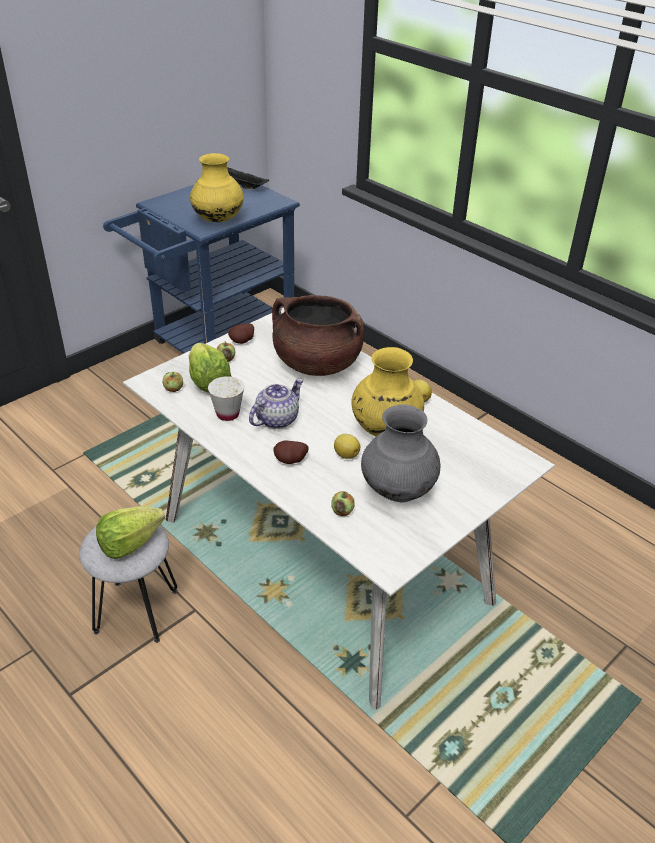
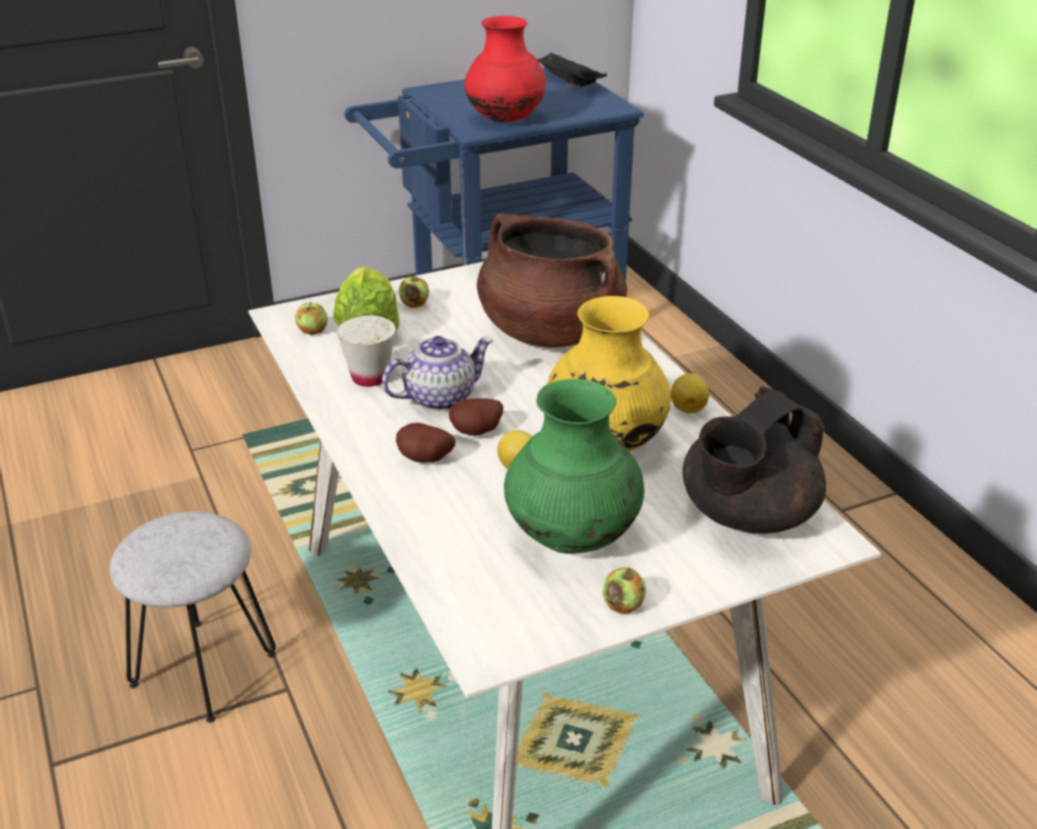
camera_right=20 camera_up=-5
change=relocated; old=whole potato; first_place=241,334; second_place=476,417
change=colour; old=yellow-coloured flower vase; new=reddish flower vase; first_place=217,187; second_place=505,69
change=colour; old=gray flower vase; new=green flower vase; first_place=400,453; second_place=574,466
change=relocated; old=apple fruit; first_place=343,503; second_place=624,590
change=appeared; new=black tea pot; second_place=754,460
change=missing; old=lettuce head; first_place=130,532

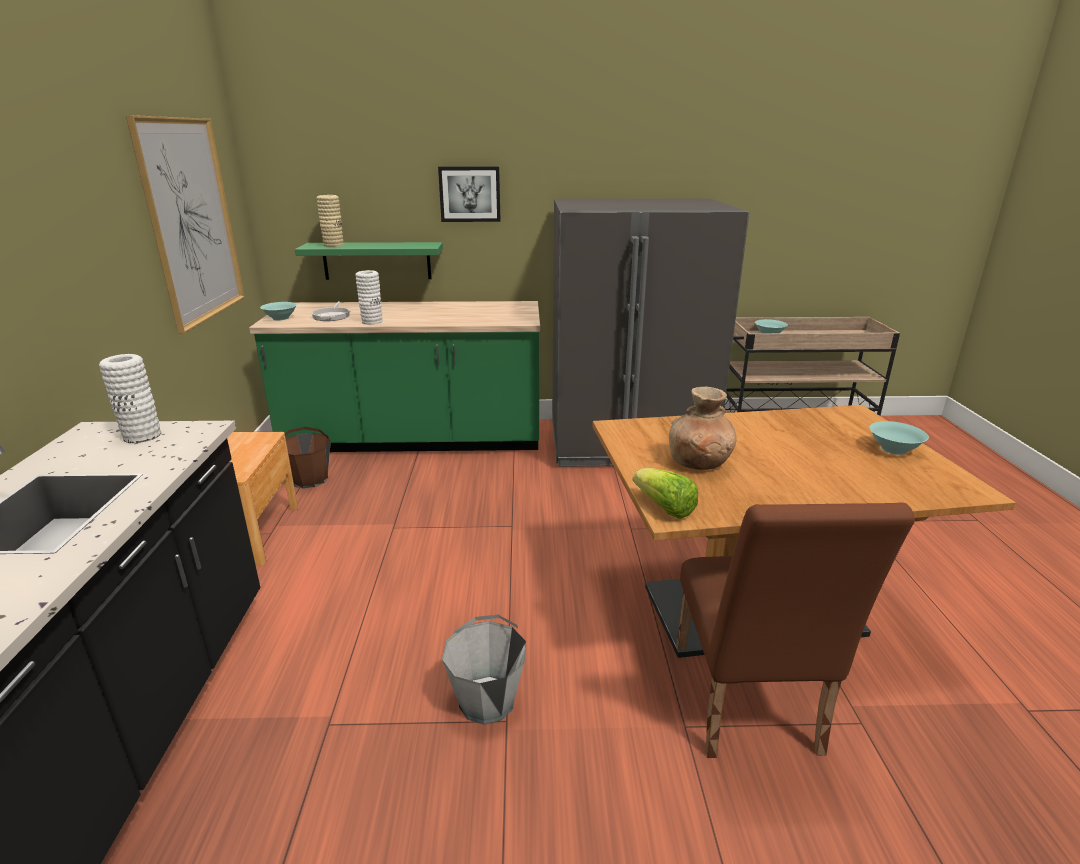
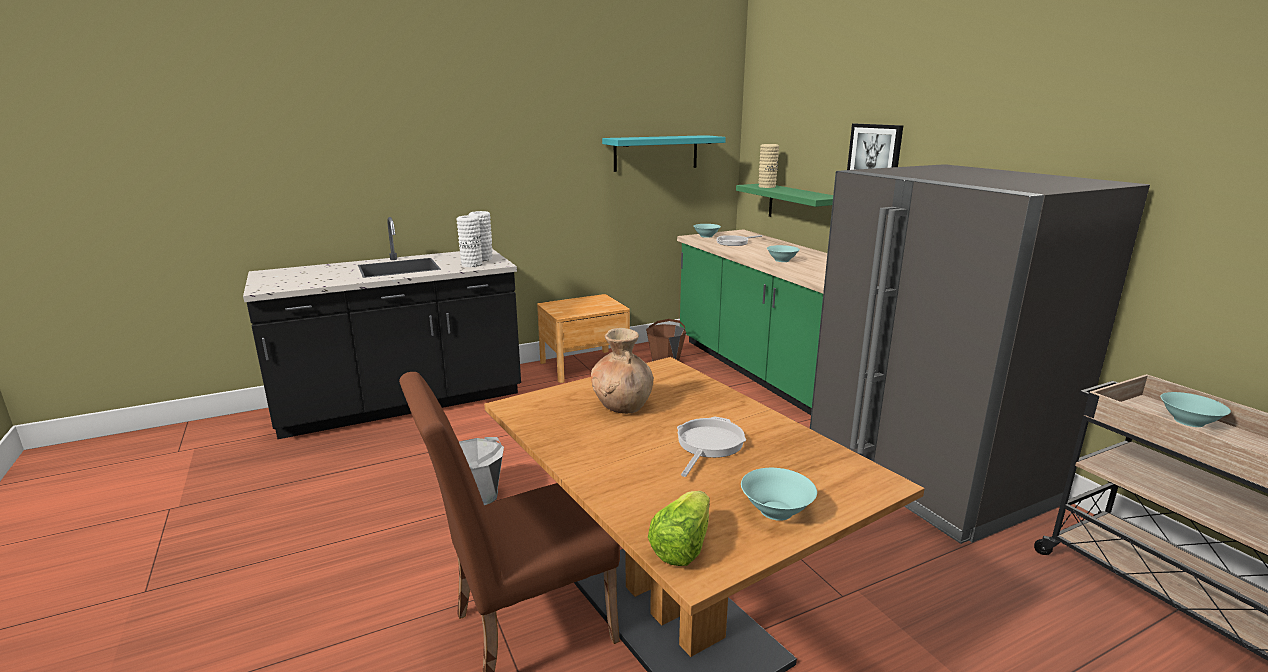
camera_right=65 camera_up=-5
change=relocated; old=whitish flower vase; first_place=369,297; second_place=469,241
change=exchanged; old=wall art; new=turquoise wall shelf; first_place=185,224; second_place=664,153
change=relocated; old=lettuce head; first_place=665,493; second_place=679,528
change=appeared; new=frying pan; second_place=711,447
change=appeared; new=turquoise serving bowl; second_place=783,253

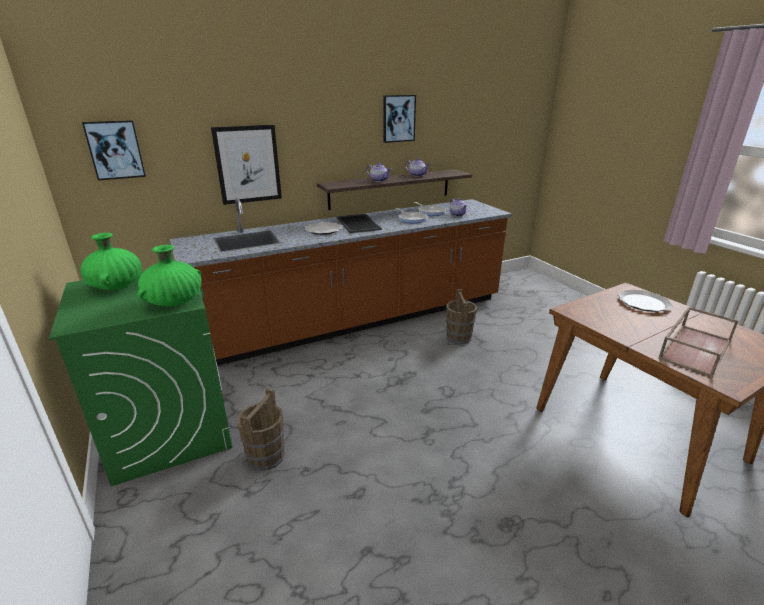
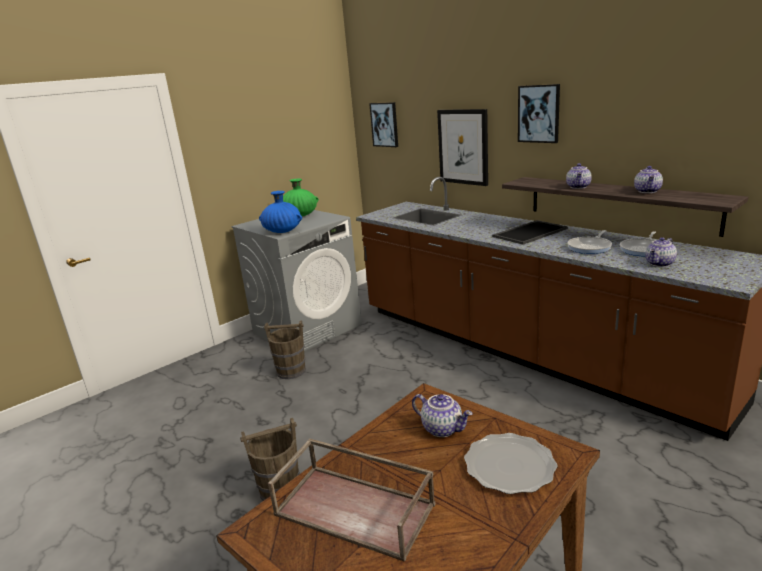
camera_right=75 camera_up=-5
change=colour; old=green washing machine; new=gray washing machine; first_place=141,375; second_place=296,281
change=relocated; old=brown water bucket; first_place=461,316; second_place=270,459
change=colour; old=green flower vase; new=blue-coloured flower vase; first_place=169,276; second_place=280,212
change=appeared; new=tea pot; second_place=442,415
change=relocated; old=wall art; first_place=399,119; second_place=539,113
change=missing; old=flat dish; first_place=323,228

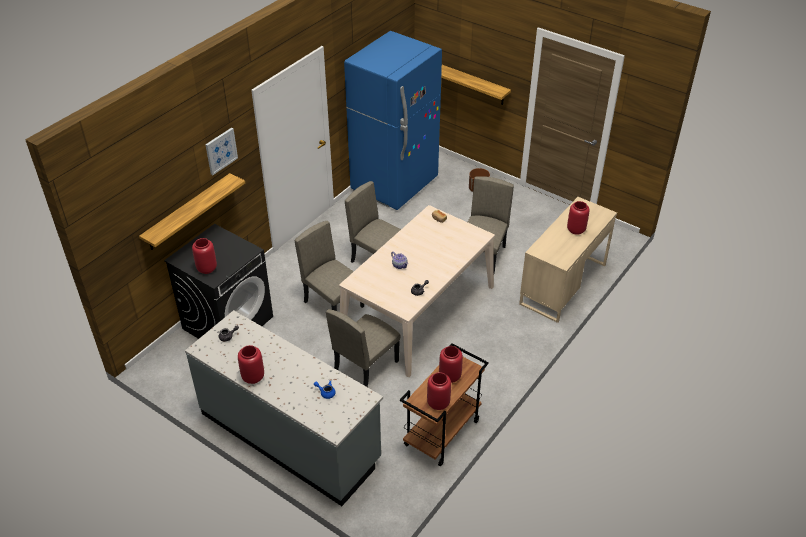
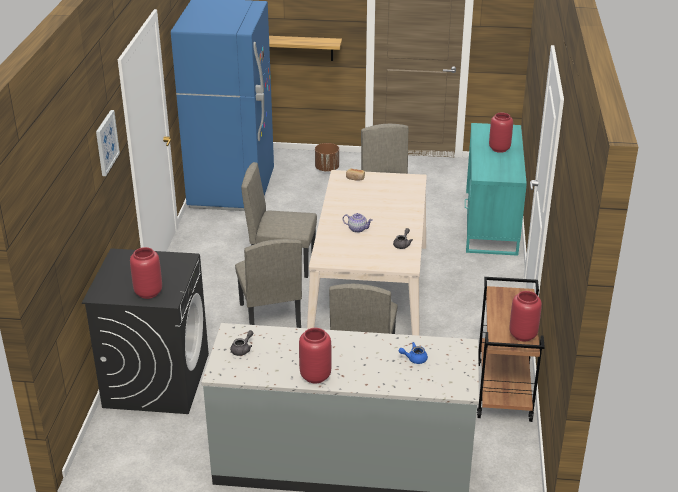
camera_right=-30 camera_up=-10
change=spun; old=sand-coloured upright chair; first_place=329,266; second_place=268,283; degrees=-120
change=colour; old=sand-coloured desk table; new=turquoise desk table; first_place=568,260; second_place=496,189
change=missing; old=wall shelf; first_place=192,211
change=missing; old=reddish flower vase; first_place=451,364

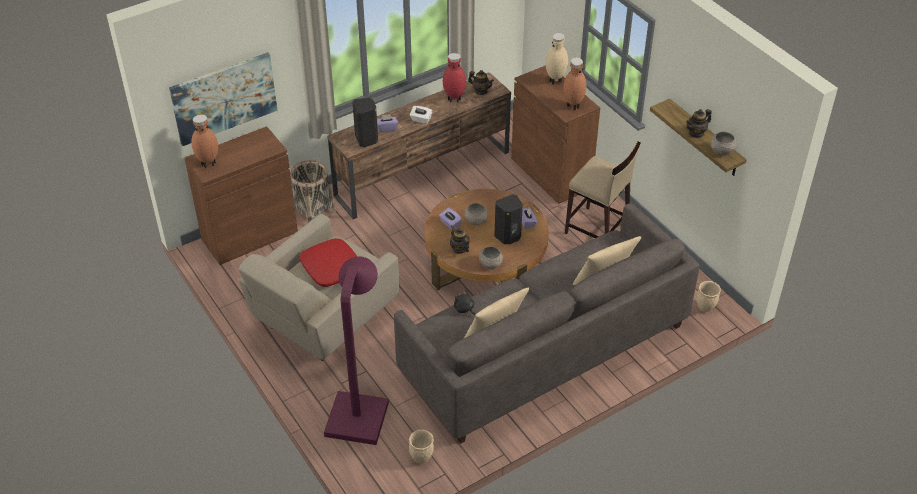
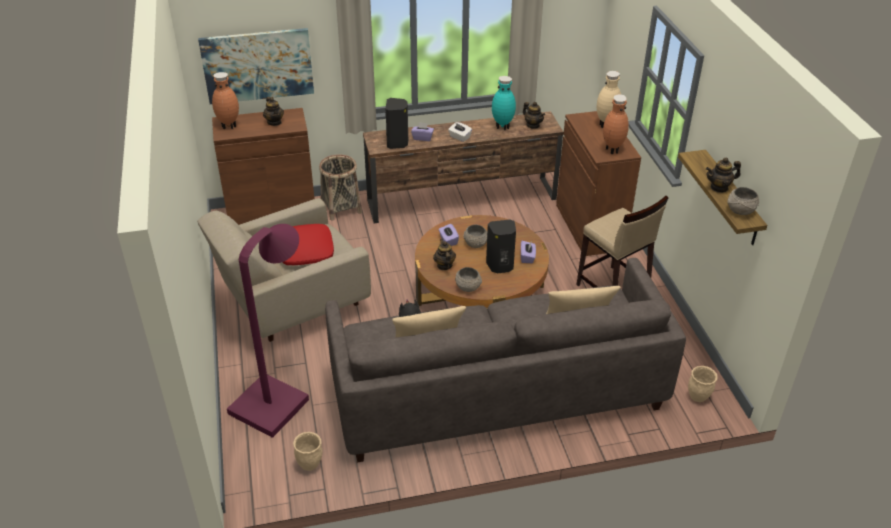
camera_right=20 camera_up=-5
change=appeared; new=tea pot; second_place=273,111
change=colour; old=reddish flower vase; new=turquoise flower vase; first_place=454,78; second_place=504,103

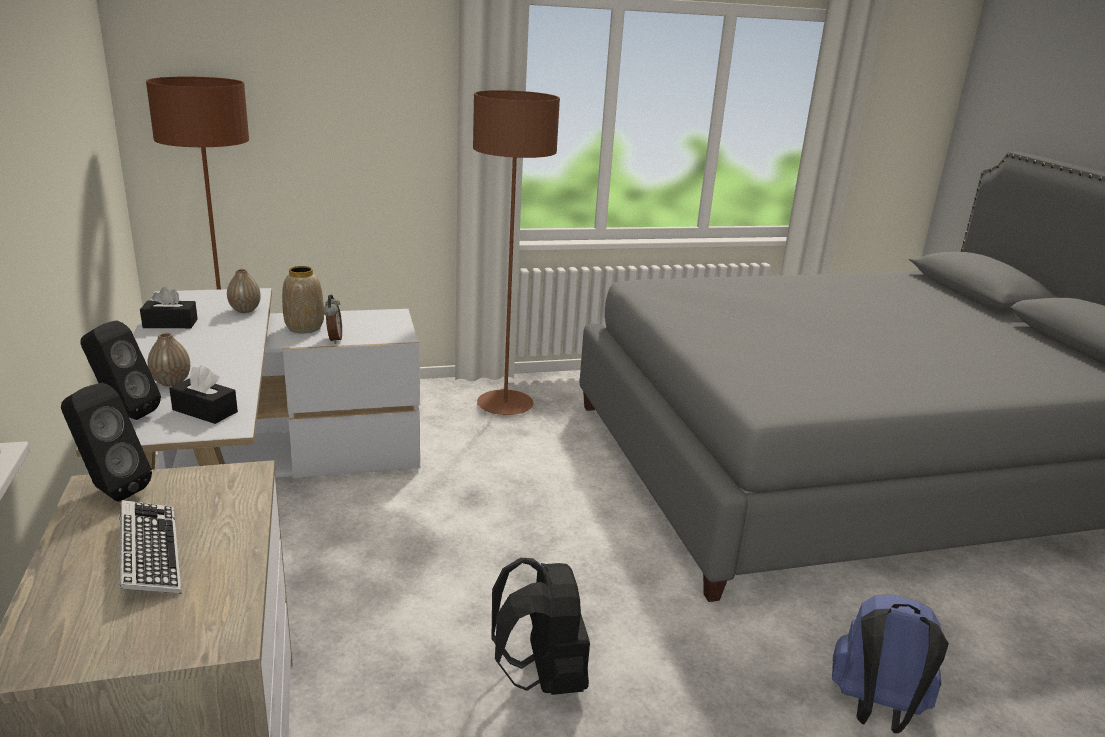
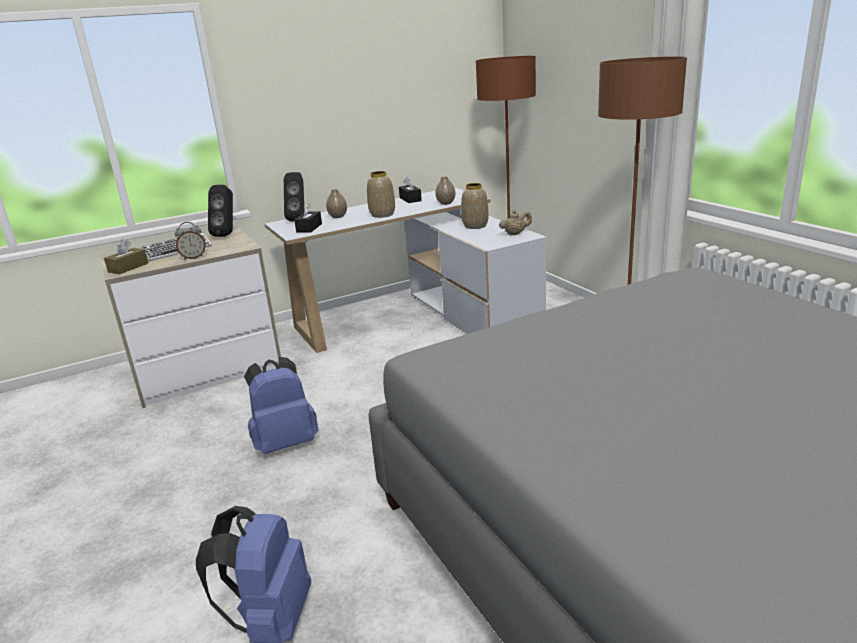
camera_right=80 camera_up=0
change=appeared; new=brown tissue box; second_place=126,257
change=relocated; old=table clock; first_place=332,319; second_place=190,241
change=colour; old=black rucksack; new=blue-coloured rucksack; first_place=540,626; second_place=281,405
change=appeared; new=flower vase; second_place=381,194
change=appeared; new=sand-coloured tea pot; second_place=515,222

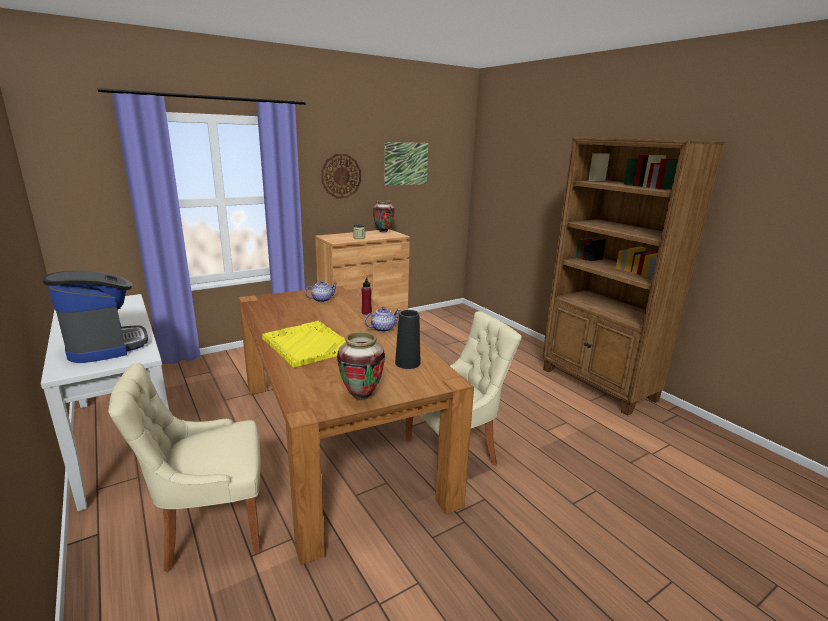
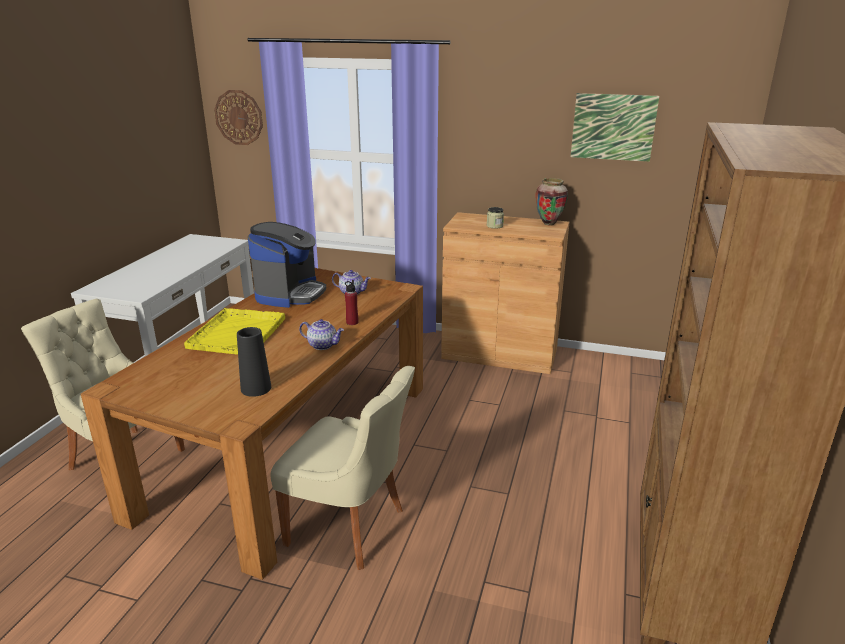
camera_right=50 camera_up=5
change=relocated; old=clock on the wall; first_place=341,176; second_place=238,117
change=relocated; old=coffee brewer; first_place=95,317; second_place=287,265
change=missing; old=flower vase; first_place=361,366

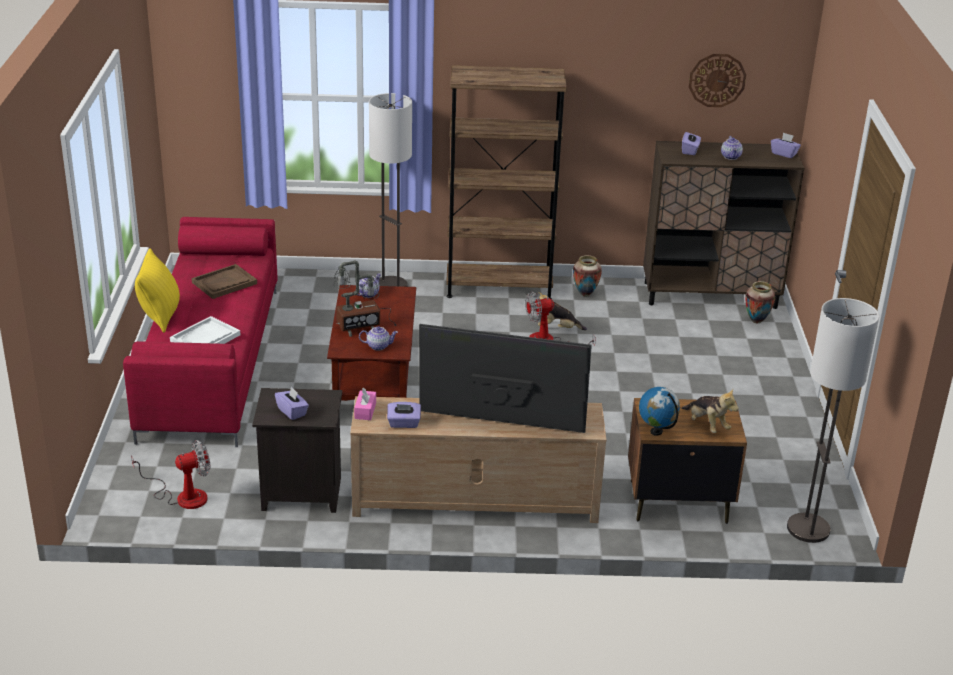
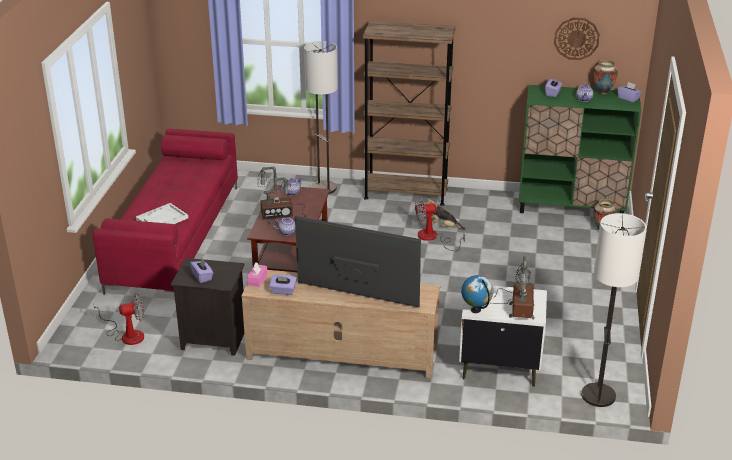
camera_right=10 camera_up=0
change=colour; old=brown nightstand; new=whitish nightstand; first_place=687,461; second_place=503,336
change=exchanged; old=cuddly toy; new=lamp for a table; first_place=710,411; second_place=512,287
change=colour; old=brown cabinet; new=green cabinet; first_place=723,225; second_place=580,149
change=relocated; old=flower vase; first_place=587,276; second_place=606,77
change=missing; old=yellow-coloured pillow; first_place=157,290
change=missing; old=brown serving tray; first_place=224,281

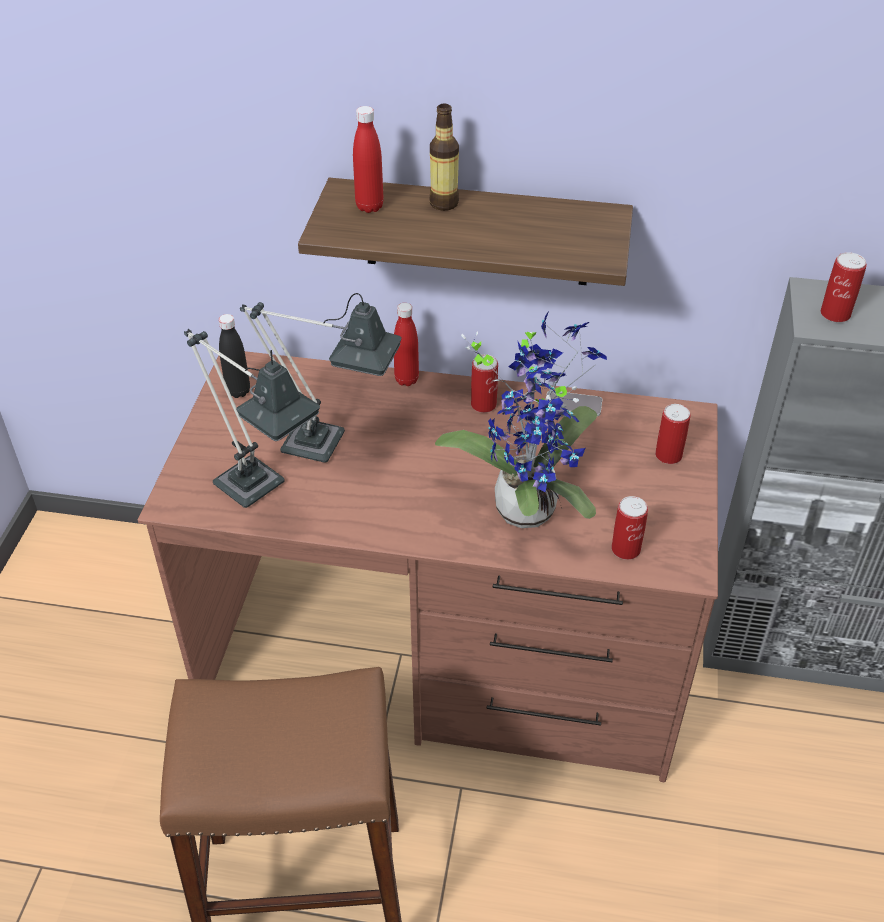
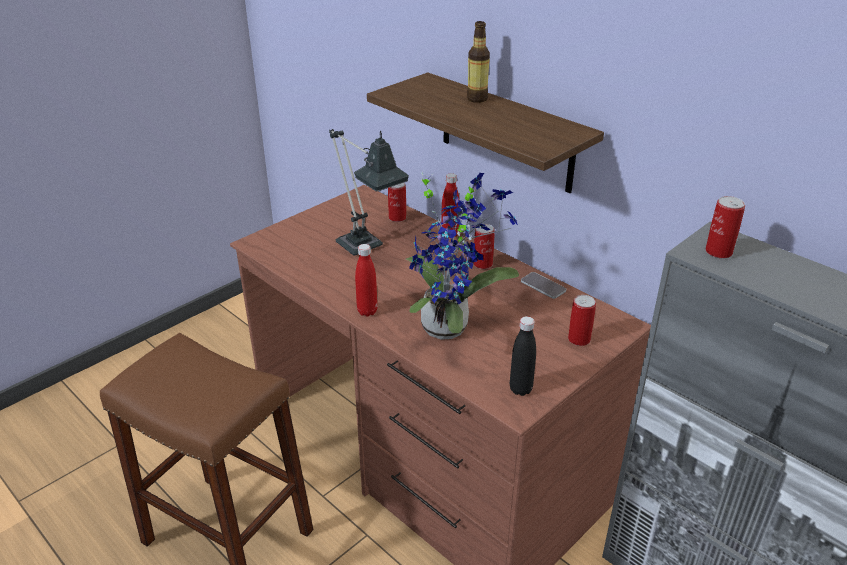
camera_right=35 camera_up=-10
change=relocated; old=reddish beverage bottle; first_place=368,159; second_place=366,280
change=relocated; old=metal can; first_place=629,528; second_place=397,202
change=relocated; old=black beverage bottle; first_place=234,356; second_place=523,356
change=missing; old=lamp for a table; first_place=252,418

